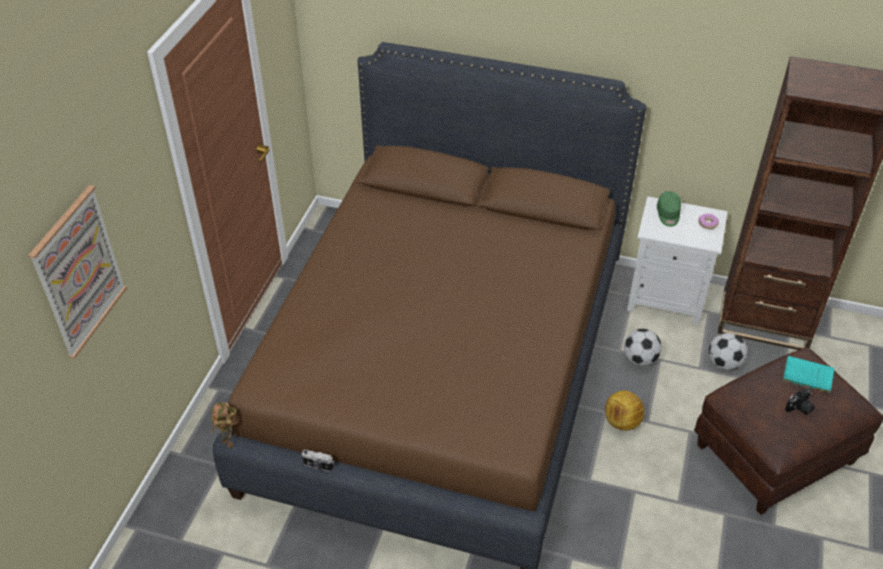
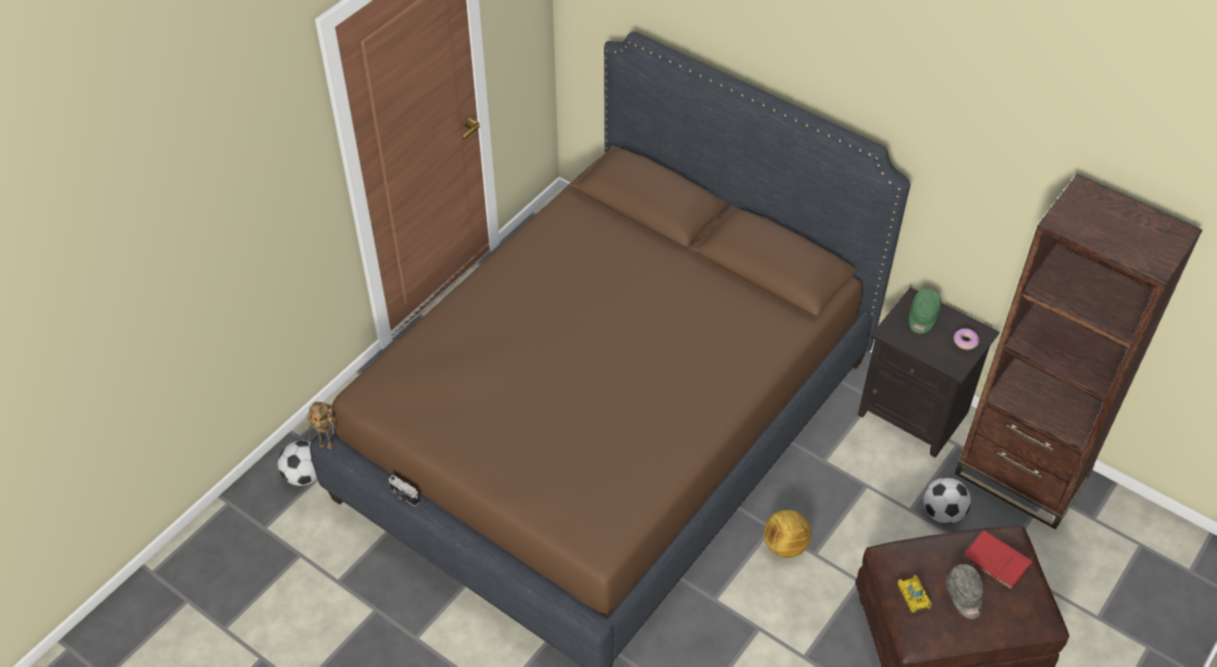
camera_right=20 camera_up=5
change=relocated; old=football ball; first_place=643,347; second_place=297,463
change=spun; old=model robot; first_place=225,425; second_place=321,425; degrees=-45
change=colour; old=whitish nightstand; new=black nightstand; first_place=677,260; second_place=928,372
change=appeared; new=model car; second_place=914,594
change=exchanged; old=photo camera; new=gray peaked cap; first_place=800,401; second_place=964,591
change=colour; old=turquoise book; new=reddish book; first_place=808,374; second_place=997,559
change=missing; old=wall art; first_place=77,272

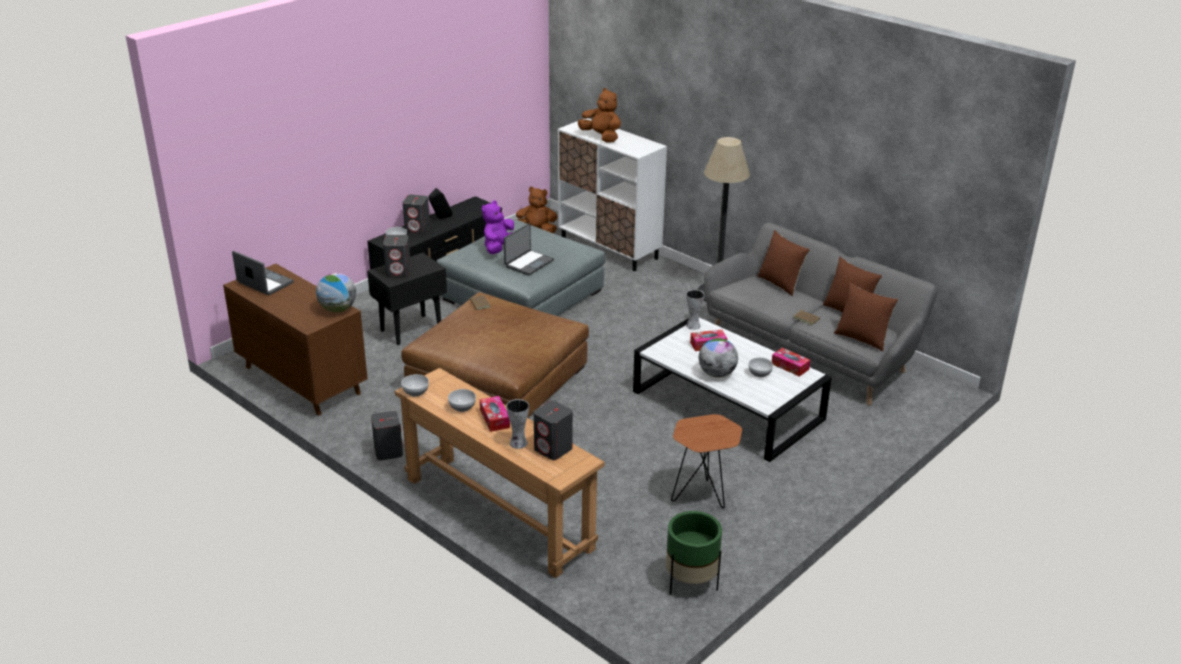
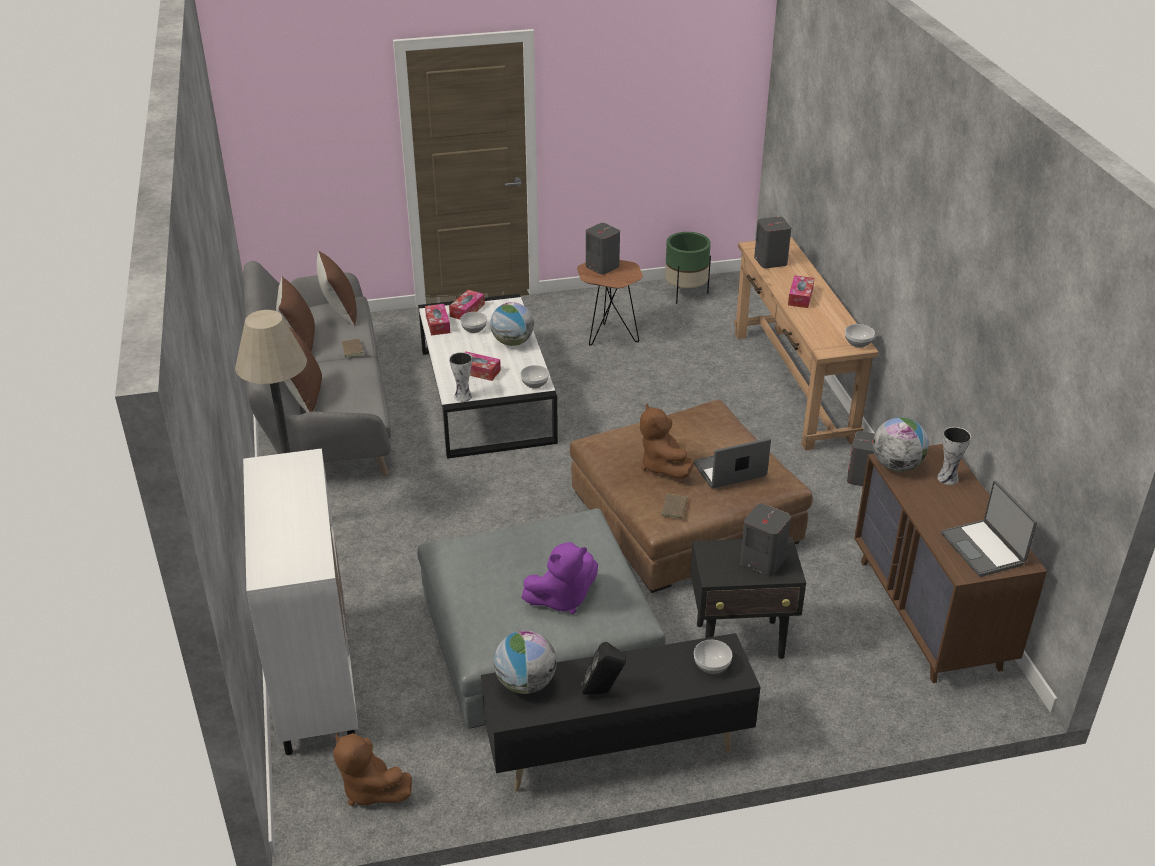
camera_right=-145 camera_up=5
change=appeared; new=tissue box; second_place=467,304
change=appeared; new=world globe; second_place=525,662
change=relocated; old=serving bowl; first_place=462,400; second_place=534,376
change=relocated; old=gray audio speaker; first_place=416,214; second_place=603,248
change=relocated; old=brown cuddly toy; first_place=599,115; second_place=667,441
change=relocated; old=portable computer; first_place=529,249; second_place=732,463
change=relocated; old=flower vase; first_place=517,424; second_place=954,456

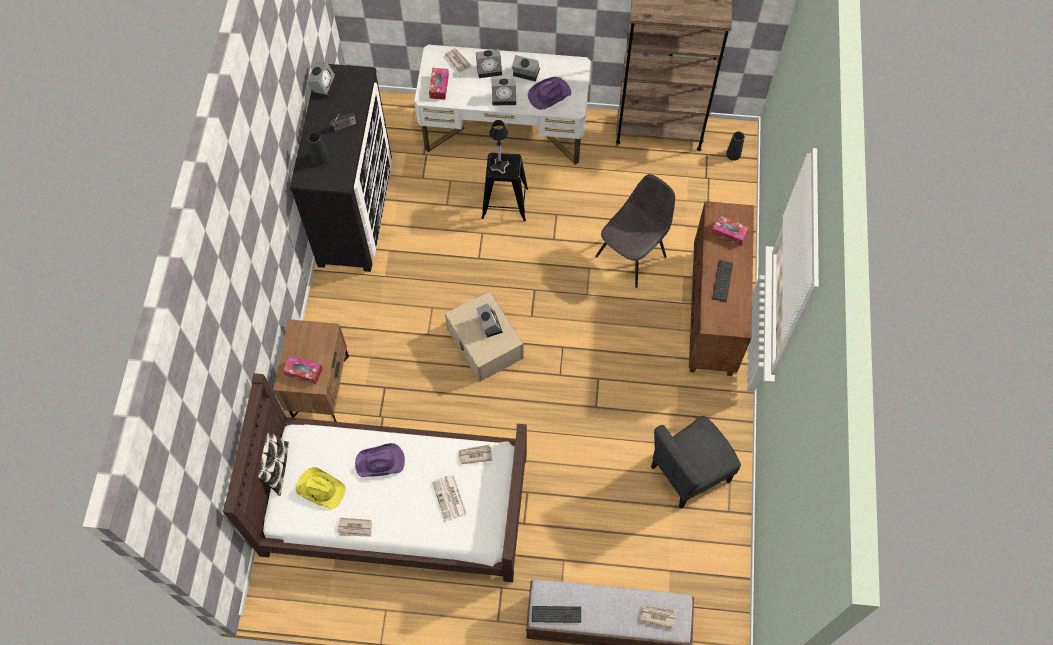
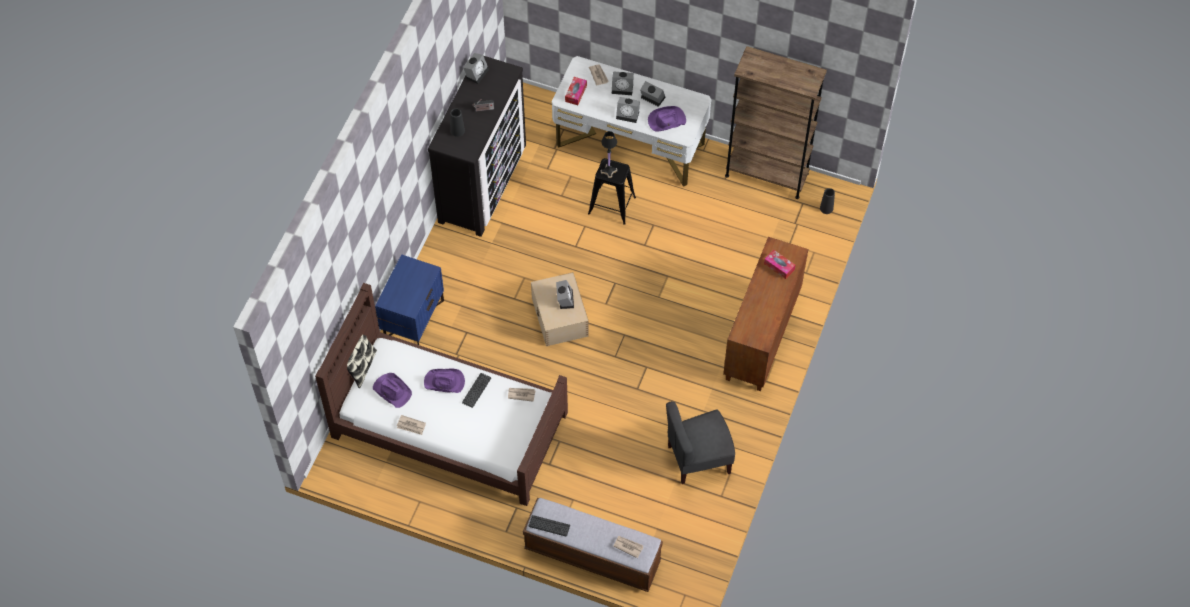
camera_right=15 camera_up=-5
change=colour; old=yellow-coloured clothing hat; new=purplish clothing hat; first_place=321,488; second_place=392,390
change=colour; old=brown nightstand; new=blue-coloured nightstand; first_place=311,370; second_place=409,299
change=relocated; old=PC keyboard; first_place=722,281; second_place=476,390
change=missing; old=tissue box; first_place=302,370
change=missing; old=newspaper; first_place=449,498
change=missing; old=gray upright chair; first_place=635,231

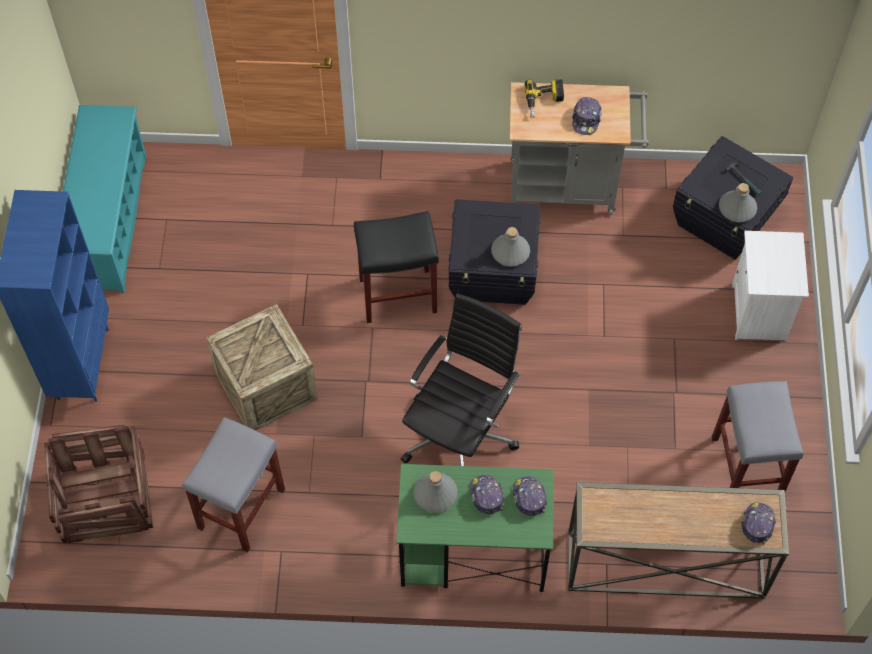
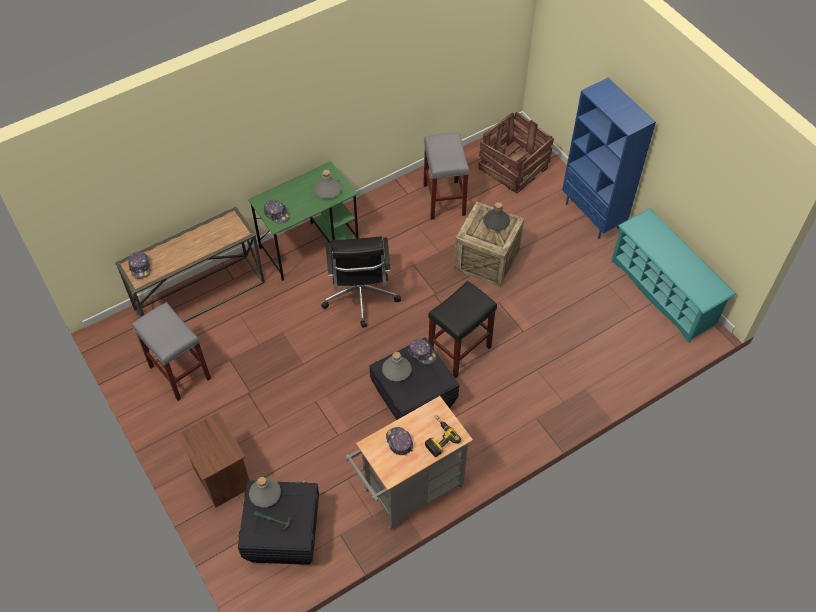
camera_right=145 camera_up=-5
change=colour; old=whitish nightstand; new=brown nightstand; first_place=770,285; second_place=213,459
change=relocated; old=peaked cap; first_place=487,495; second_place=422,351
change=appeared; new=gray beverage bottle; second_place=496,216

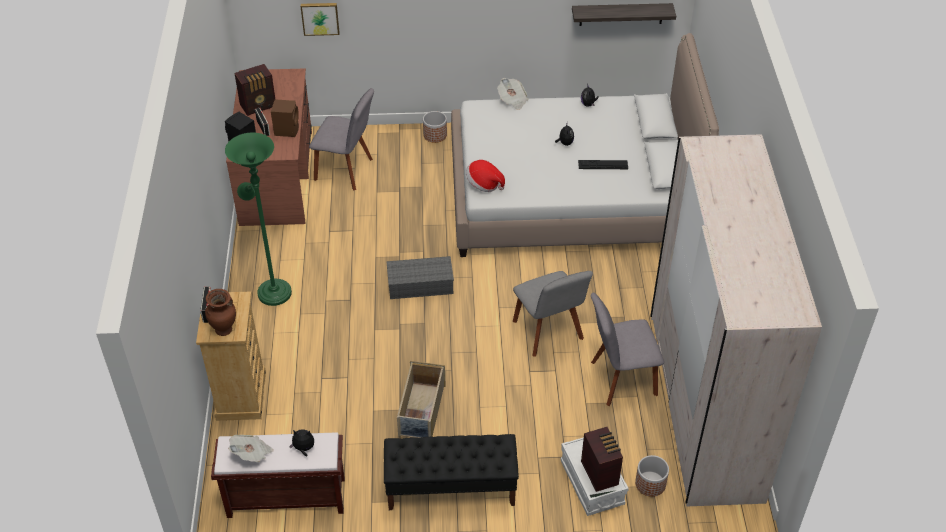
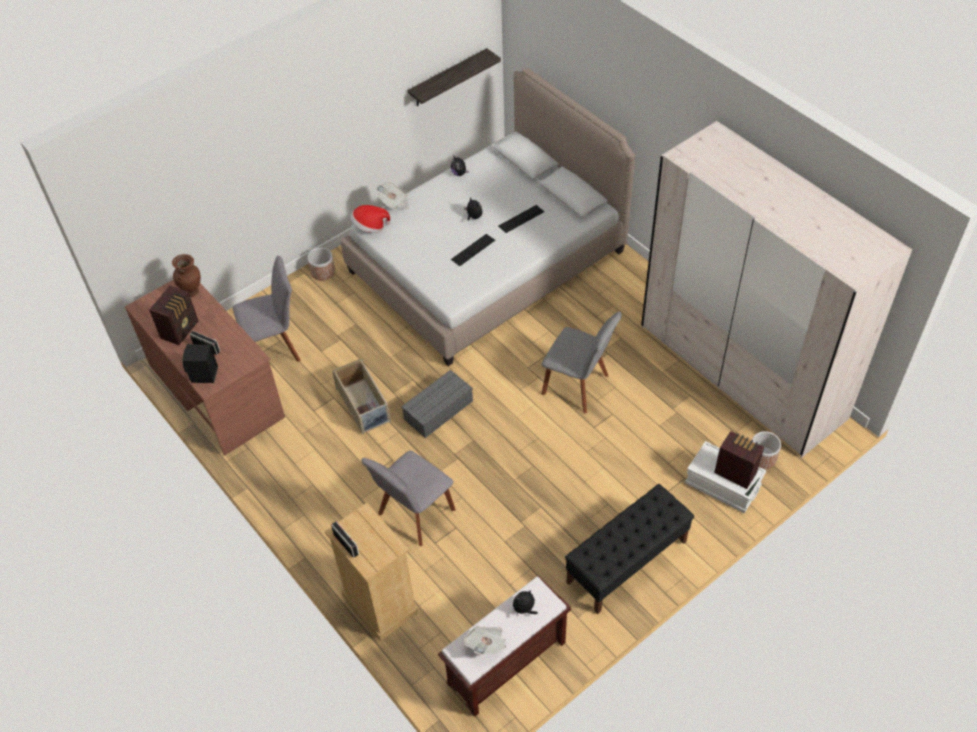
camera_right=-35 camera_up=5
change=relocated; old=brown flower vase; first_place=220,312; second_place=186,275
change=relocated; old=sand-coloured storage box; first_place=421,399; second_place=361,396
change=relocated; old=clothing hat; first_place=485,176; second_place=370,219
change=relocated; old=gray upright chair; first_place=627,349; second_place=408,498
change=appeared; new=PC keyboard; second_place=473,250
change=missing; old=green standing lamp; first_place=258,219
change=missing; old=brown audio speaker; first_place=285,118
change=missing; old=wall art; first_place=320,19

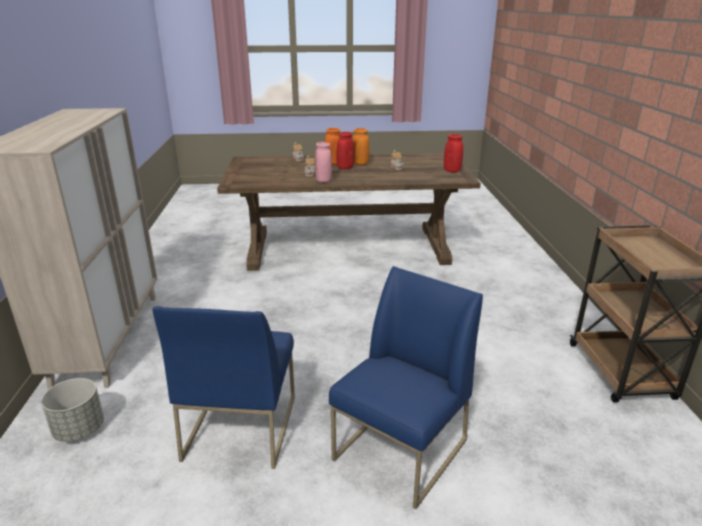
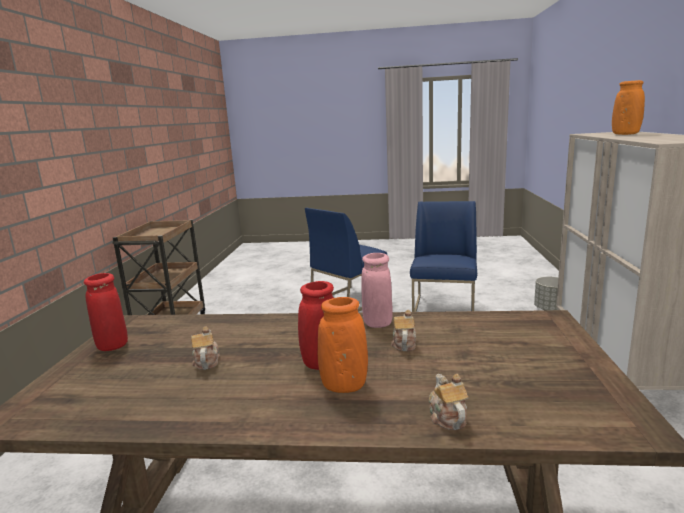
camera_right=-170 camera_up=-10
change=relocated; old=orange flower vase; first_place=361,146; second_place=628,107

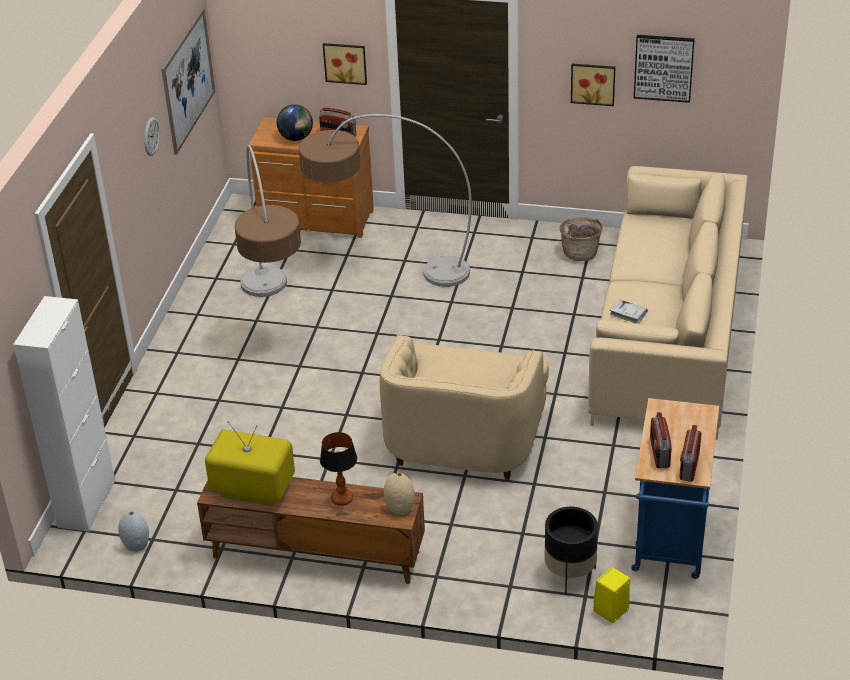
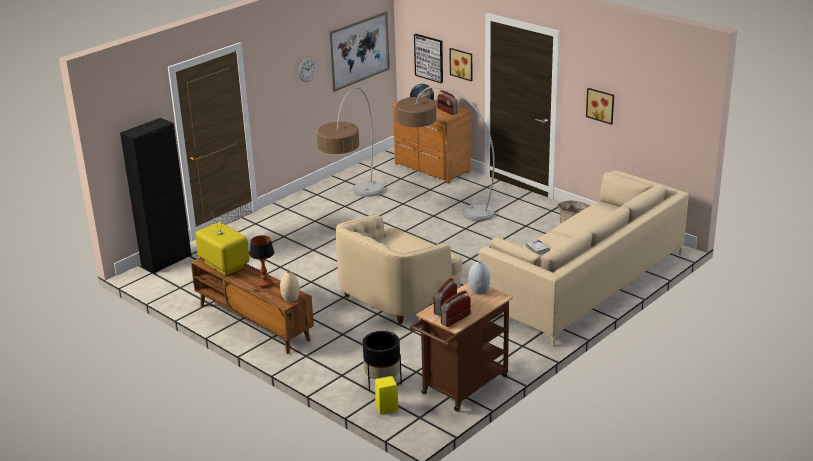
camera_right=30 camera_up=-10
change=colour; old=whitish cabinet; new=black cabinet; first_place=64,414; second_place=155,196
change=colour; old=blue-coloured trolley; new=brown trolley; first_place=675,488; second_place=461,347
change=relocated; old=wall art; first_place=664,69; second_place=428,58
change=relocated; old=gray flower vase; first_place=133,532; second_place=479,278

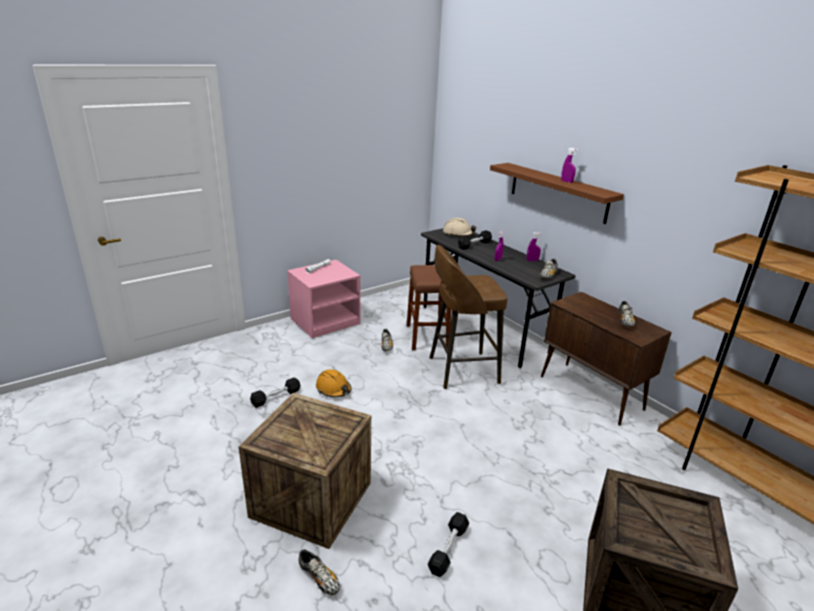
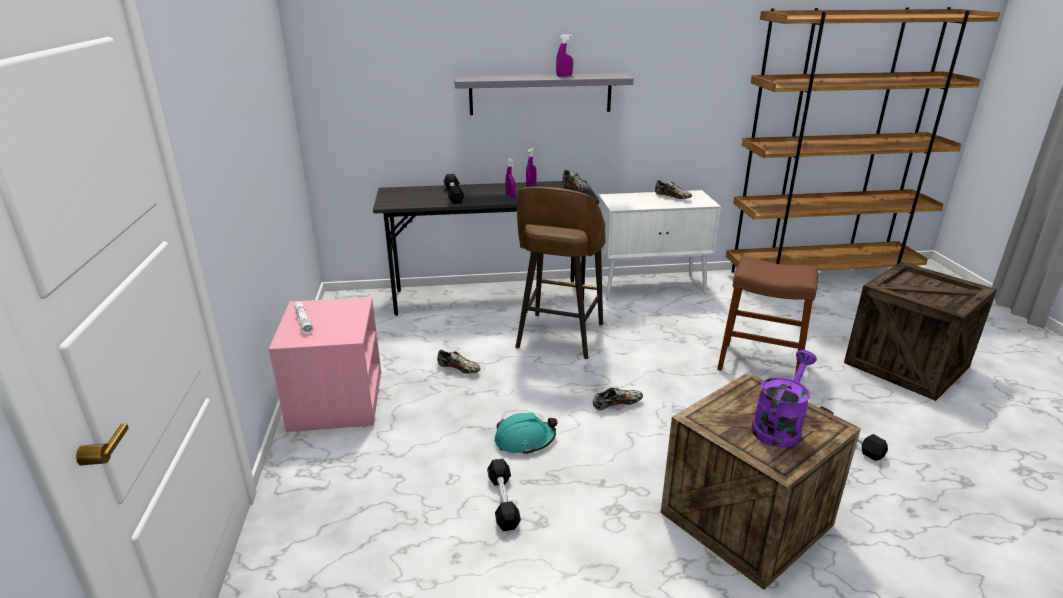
camera_right=-60 camera_up=0
change=colour; old=brown wall shelf; new=gray wall shelf; first_place=557,193; second_place=544,94
change=colour; old=orange work helmet; new=turquoise work helmet; first_place=333,383; second_place=525,434
change=relocated; old=item of footwear; first_place=319,572; second_place=618,399
change=colour; old=brown cabinet; new=whitish cabinet; first_place=606,359; second_place=659,245
change=relocated; old=brown stool; first_place=429,307; second_place=767,315
change=appeared; new=purplish watering pot; second_place=784,399
change=missing; old=sand-coloured work helmet; first_place=459,227

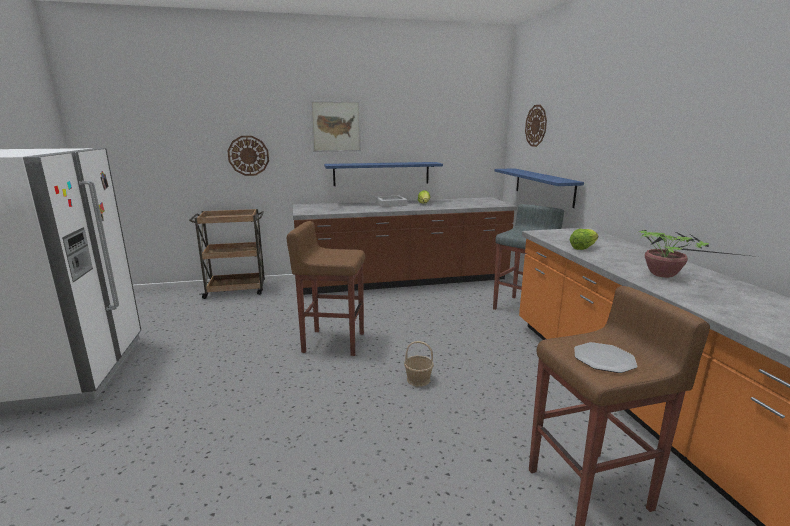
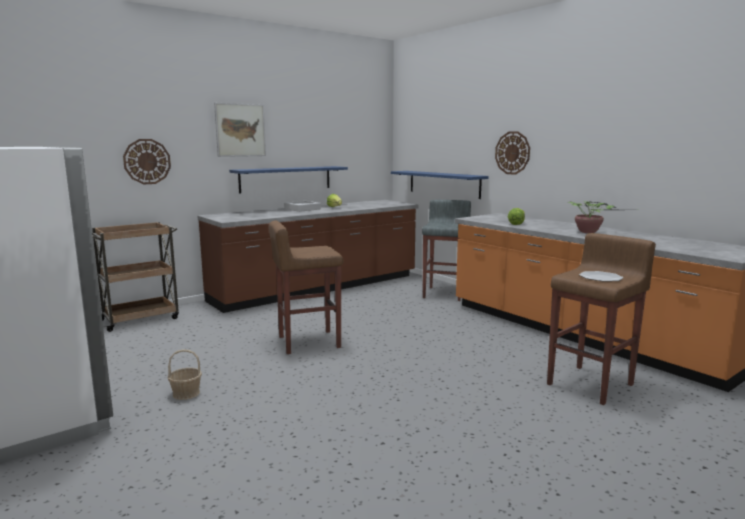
camera_right=-25 camera_up=-5
change=relocated; old=basket; first_place=419,364; second_place=185,374
change=relocated; old=clock on the wall; first_place=536,126; second_place=512,153

